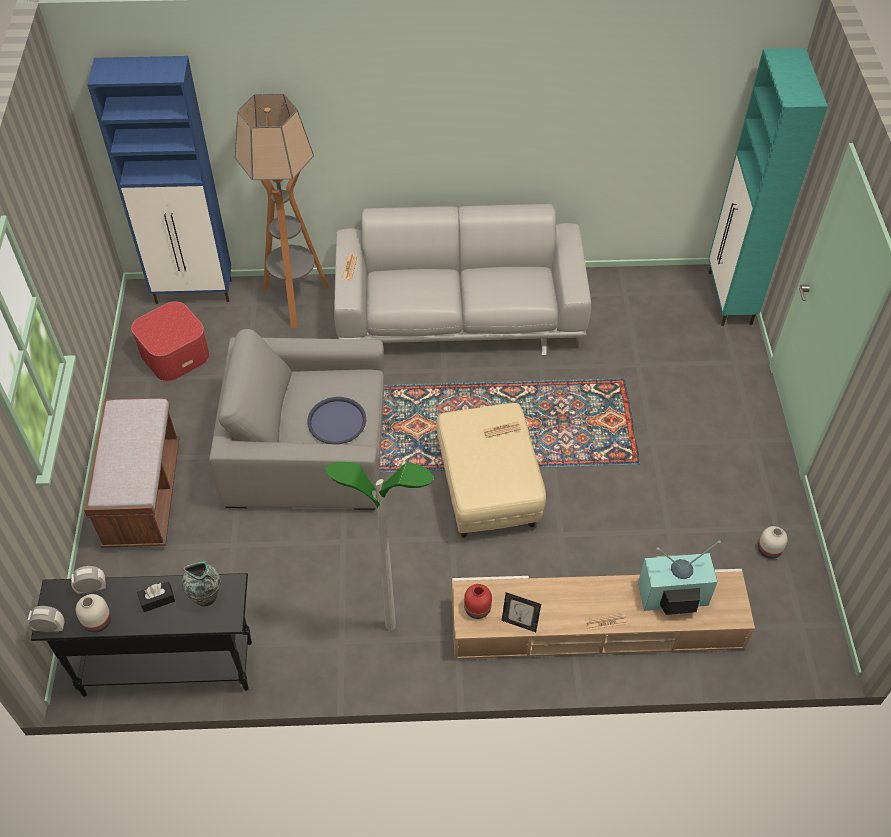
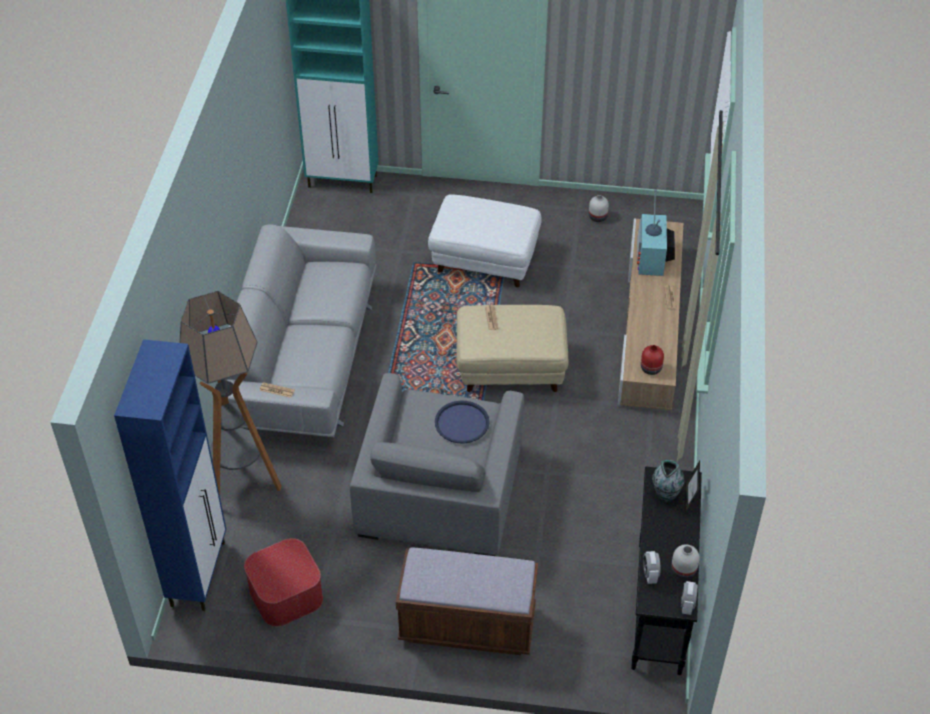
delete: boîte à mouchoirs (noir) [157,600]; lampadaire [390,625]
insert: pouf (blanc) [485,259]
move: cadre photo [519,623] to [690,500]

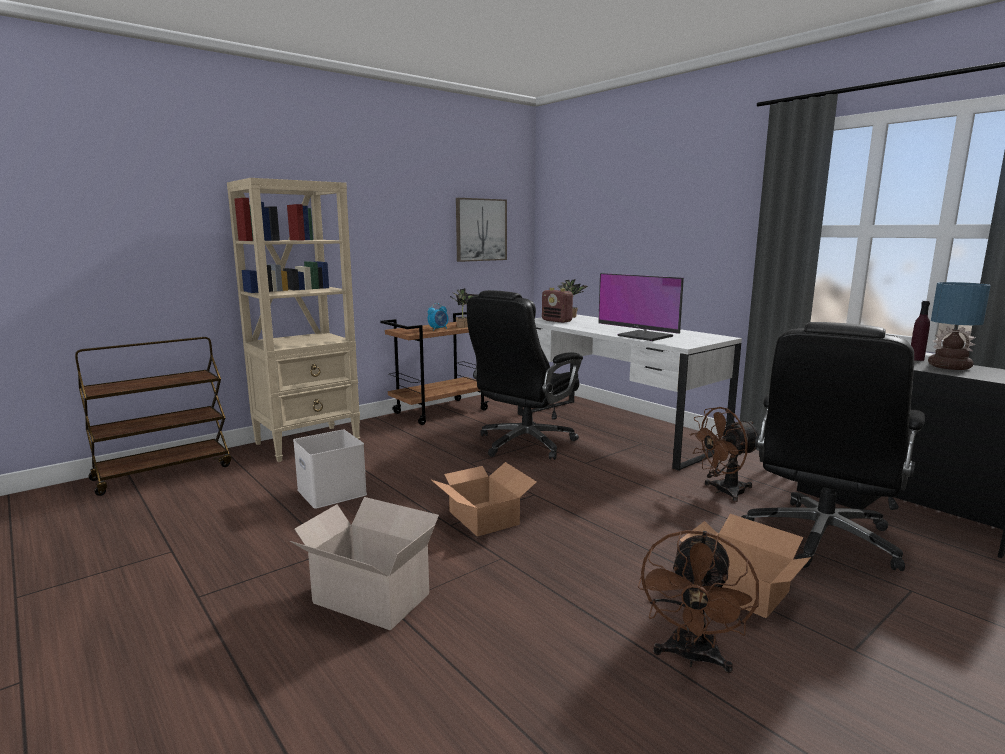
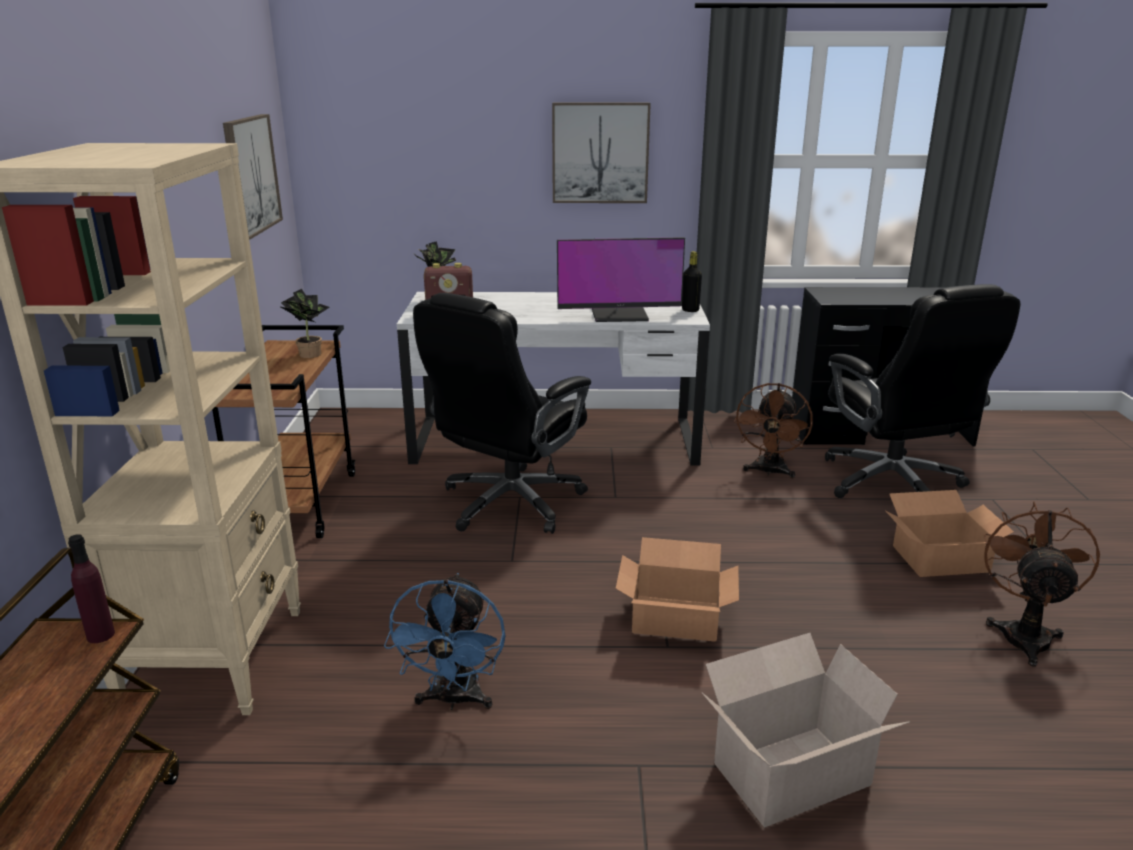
delete: réveil [438,329]; lampe de table [948,367]
insert: tableau [600,153]; bouteille (noir) [690,310]
move: bouteille (violet) [916,359] to [100,635]
replace: boîte de rangement (blanc) [333,492] to ventilateur (bleu) [454,700]
rotate: chaise de bureau (noir) [524,444] = [509,503] 45 degrees clockwise; ventilateur (marron) [692,658] = [1024,633] 135 degrees counterclockwise

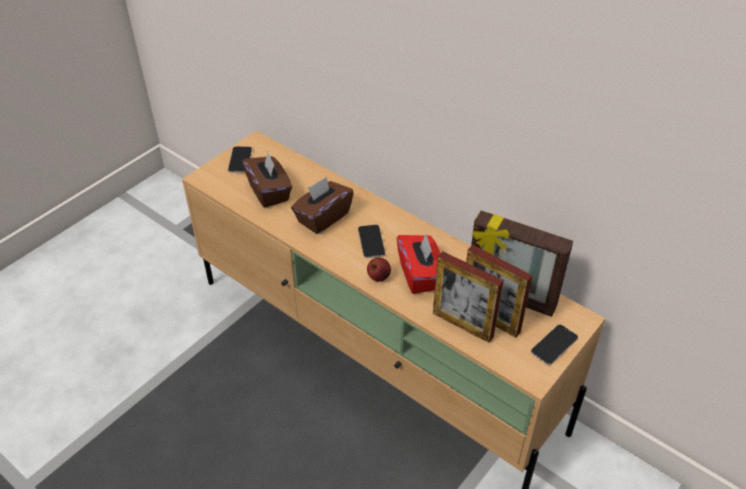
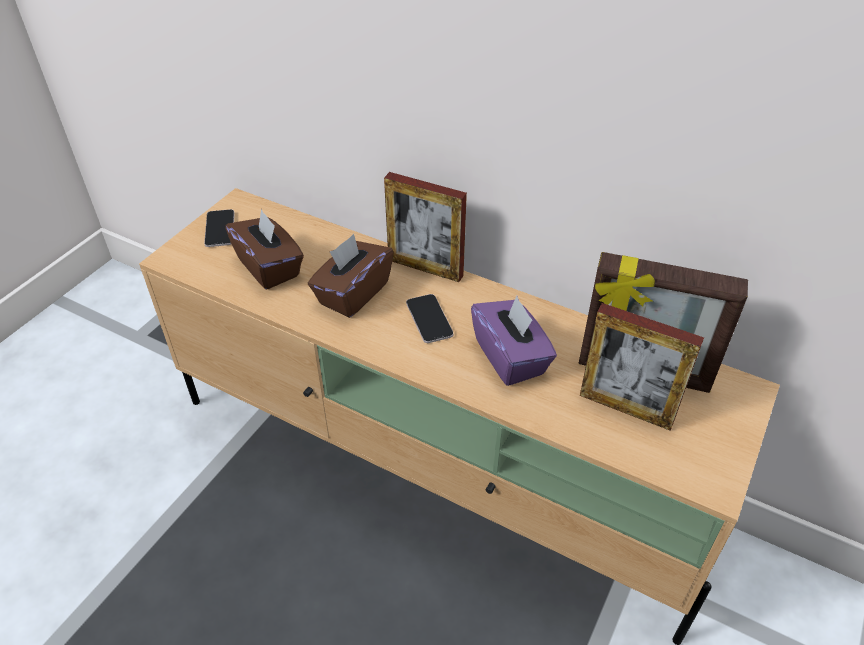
delete: pomme [378,277]; téléphone [554,345]
move: cadre photo [462,325] to [425,268]
recolor: boîte à mouchoirs (rouge) [420,275] to boîte à mouchoirs (violet) [510,357]

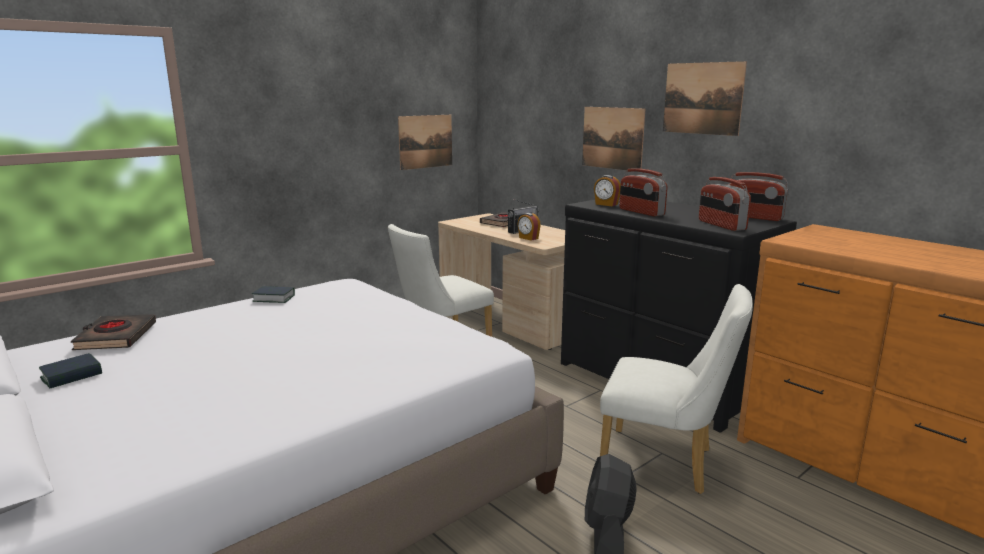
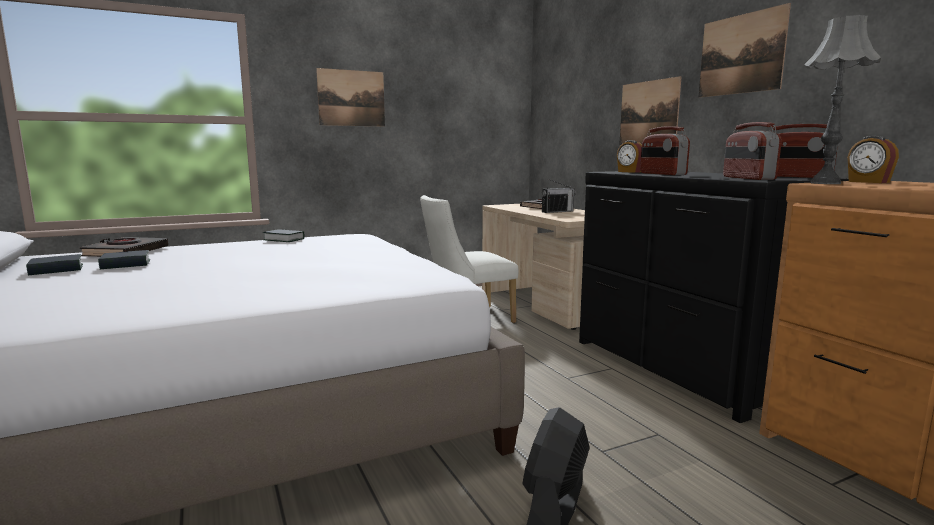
delete: chaise (blanc) [665,463]
insert: livre [126,264]; lampe de table (gris) [825,183]
move: tableau [425,141] to [351,98]; réveil [528,238] to [868,182]

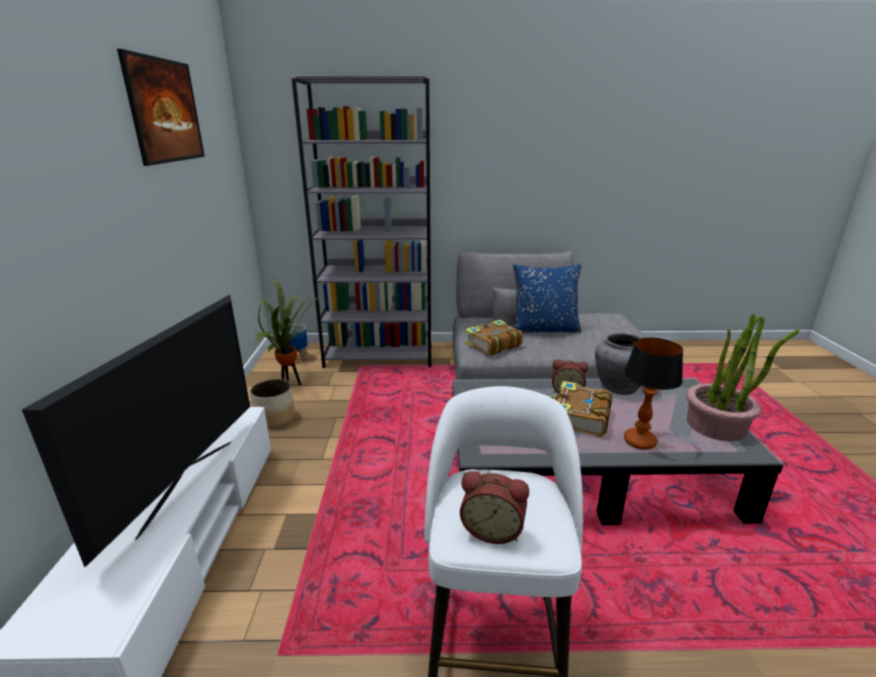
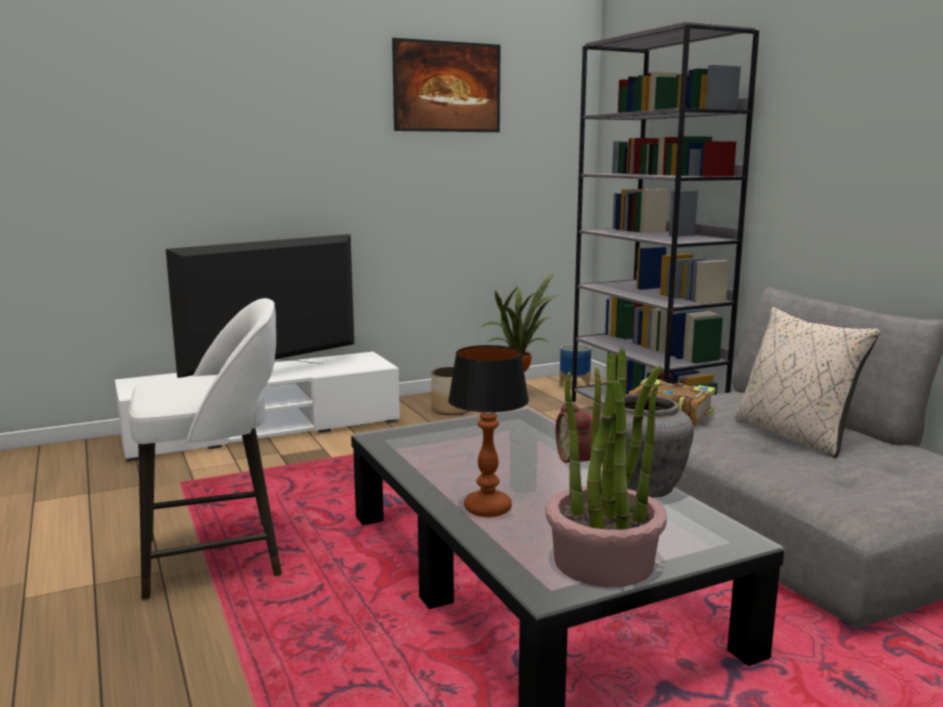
delete: réveil [493,529]; livre [578,418]
recolor: coussin (bleu) [545,329] to coussin (beige) [794,435]
rotate: téléviseur [187,484] = [274,375] 150 degrees clockwise

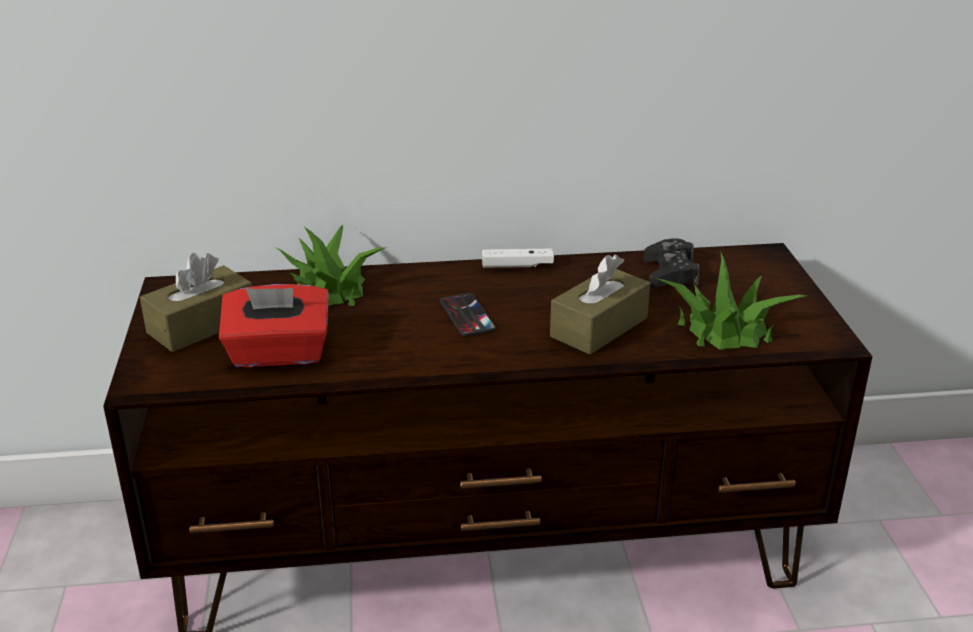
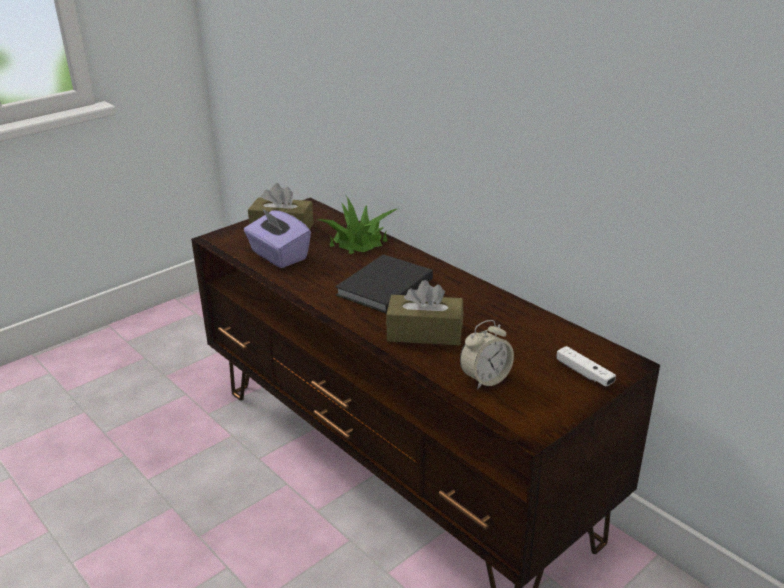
delete: manette (noir) [670,273]
move: manette (blanc) [517,265] to [584,373]
replace: téléphone [467,315] to livre (noir) [382,287]; plante en pot [724,329] to réveil [485,379]
recolor: boîte à mouchoirs (rouge) [278,354] to boîte à mouchoirs (violet) [278,256]

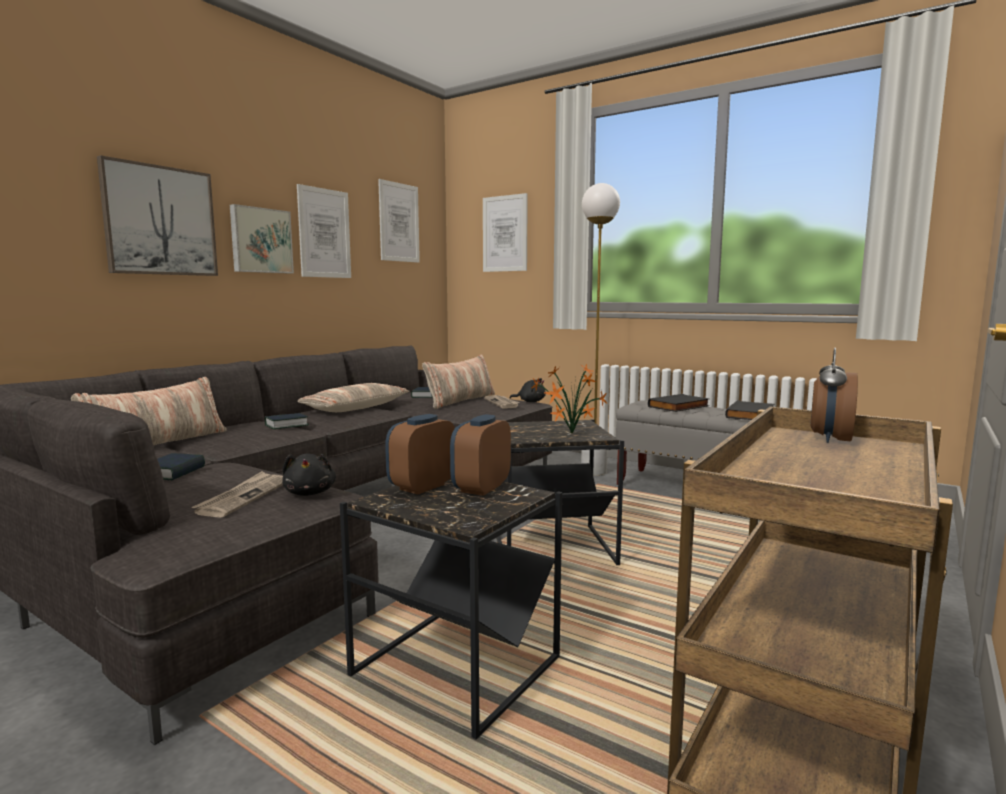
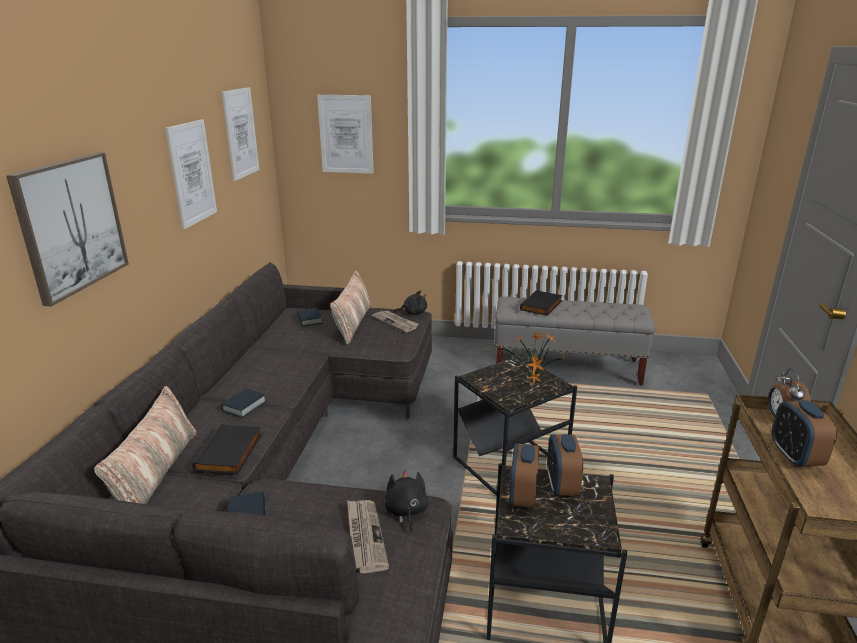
delete: tableau [260,240]; coussin [355,408]; lampadaire (blanc) [594,472]
insert: réveil [794,456]
move: livre (noir) [751,415] to [230,453]
rotate: peluche (noir) [310,493] = [406,512] 150 degrees counterclockwise

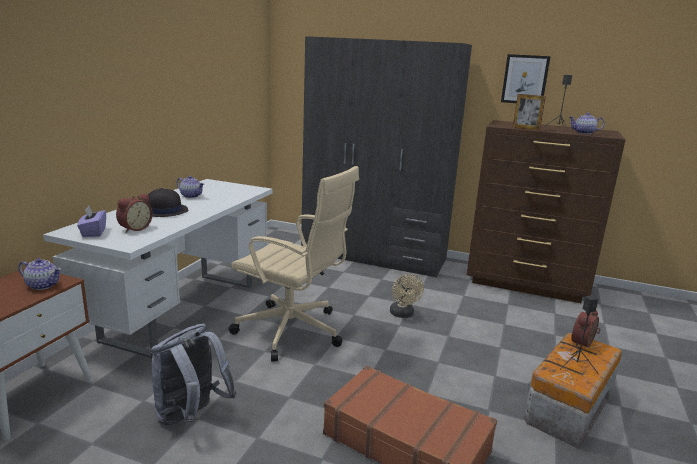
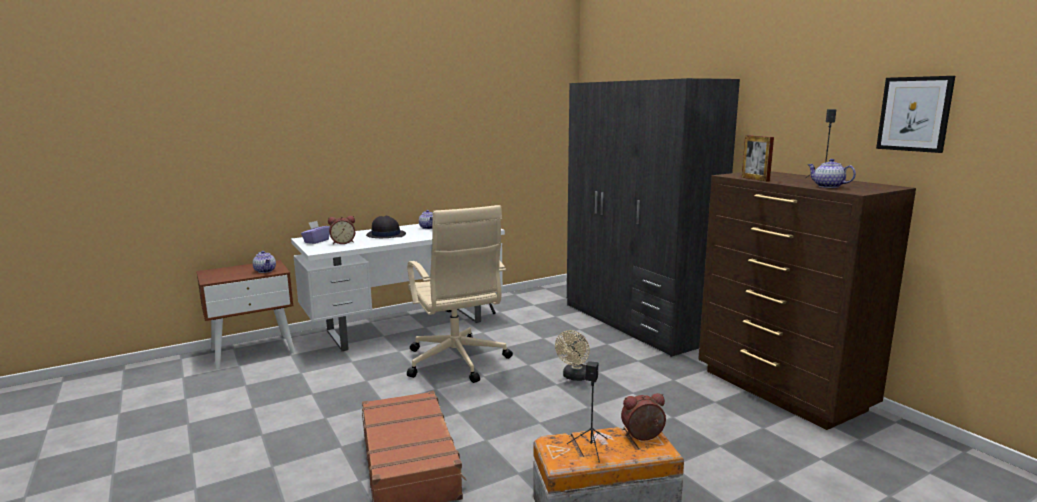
delete: sac à dos (gris) [191,416]
move: tableau [525,79] to [914,114]

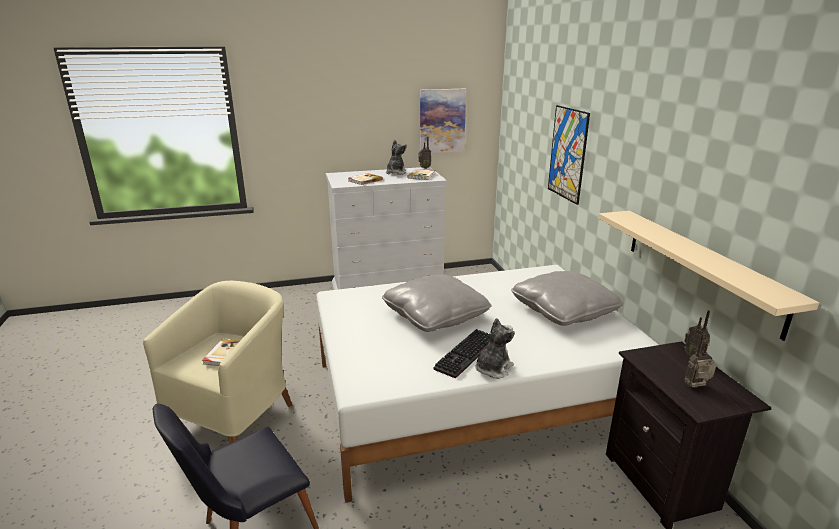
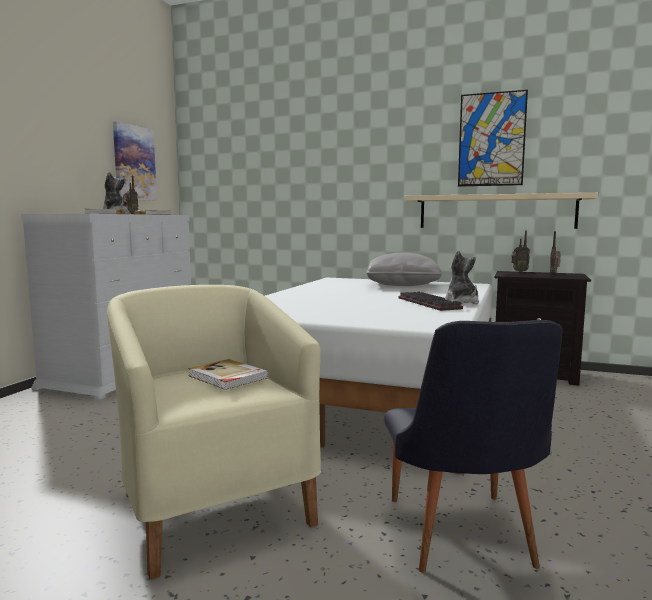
delete: coussin (gris) [435,316]
move: tableau [567,154] to [491,139]

